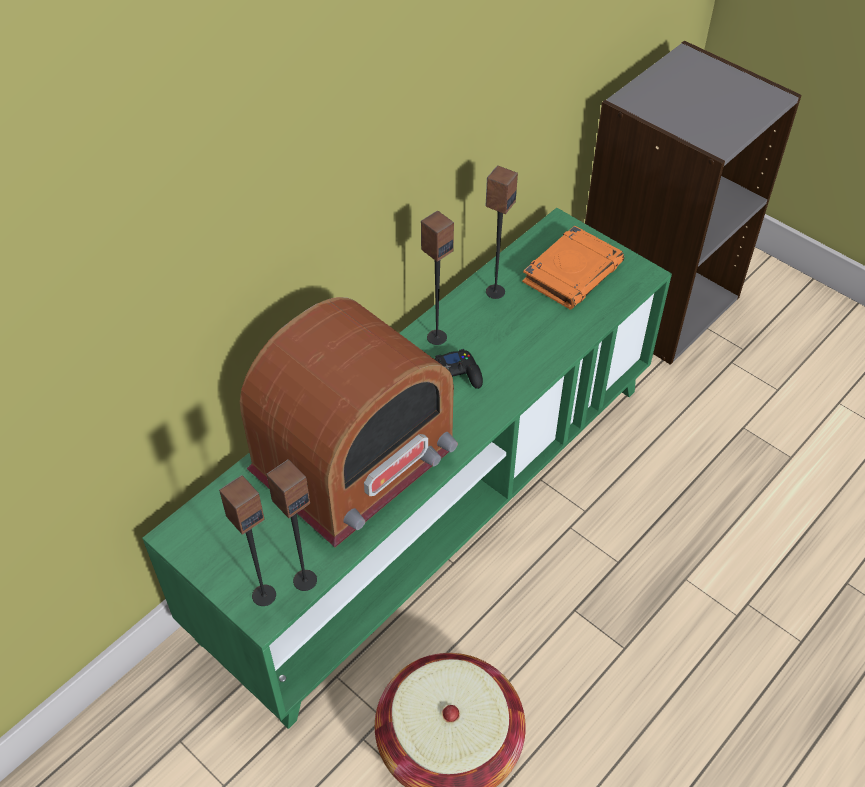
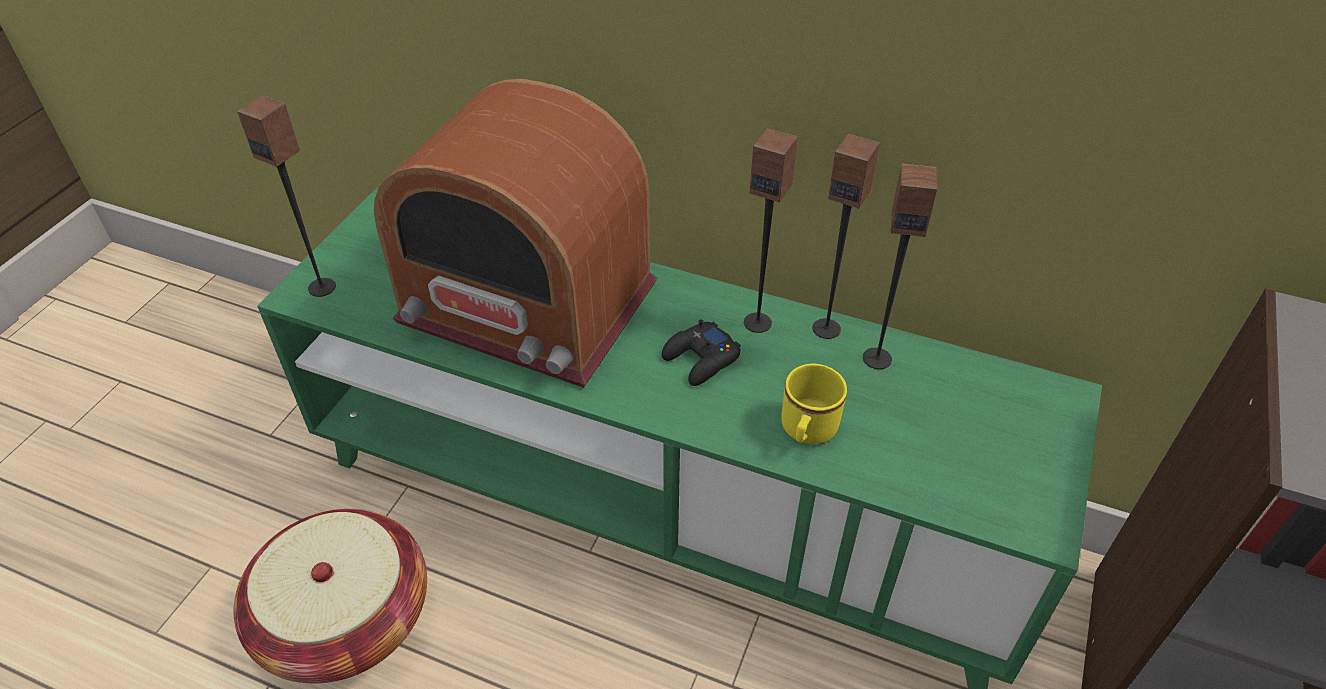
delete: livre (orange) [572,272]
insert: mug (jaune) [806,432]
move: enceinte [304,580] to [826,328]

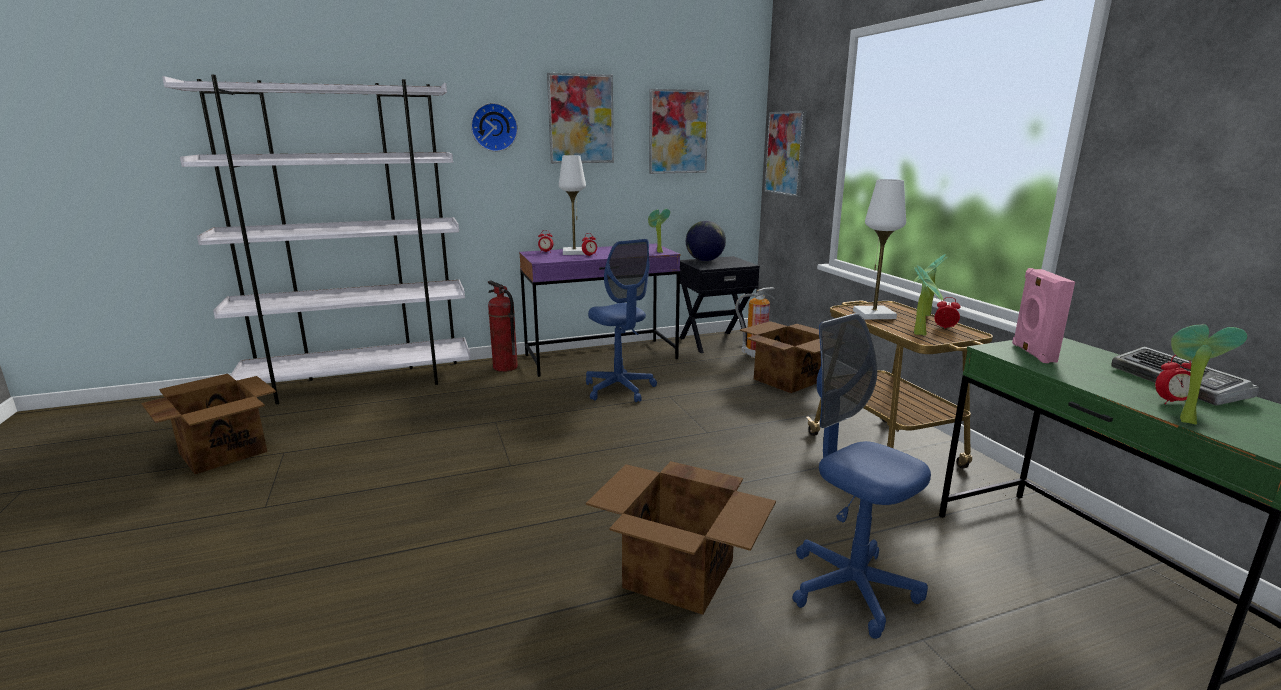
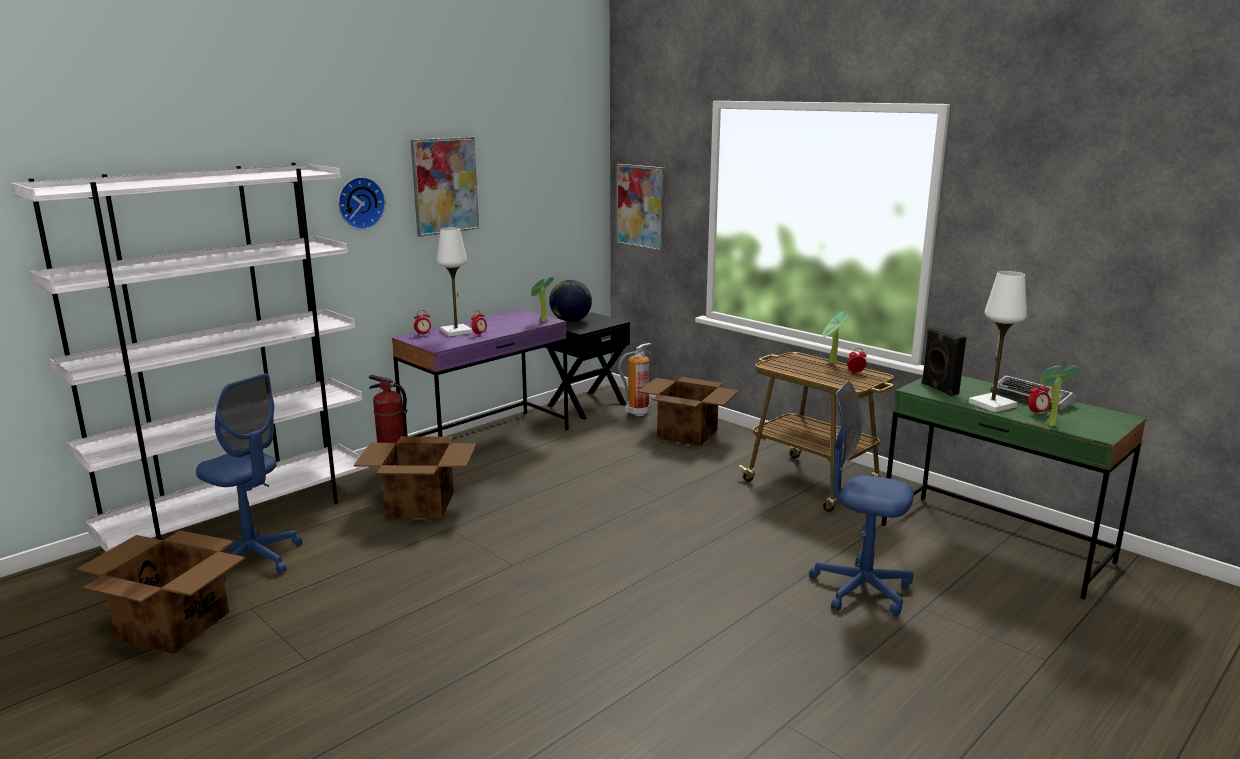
delete: tableau [678,132]; plante en pot [921,334]
move: chaise de bureau (bleu) [619,389] to [253,559]; carton [680,575] to [421,505]; lampe de table (blanc) [874,315] to [992,405]
recolor: enceinte (rose) [1032,353] to enceinte (noir) [938,389]

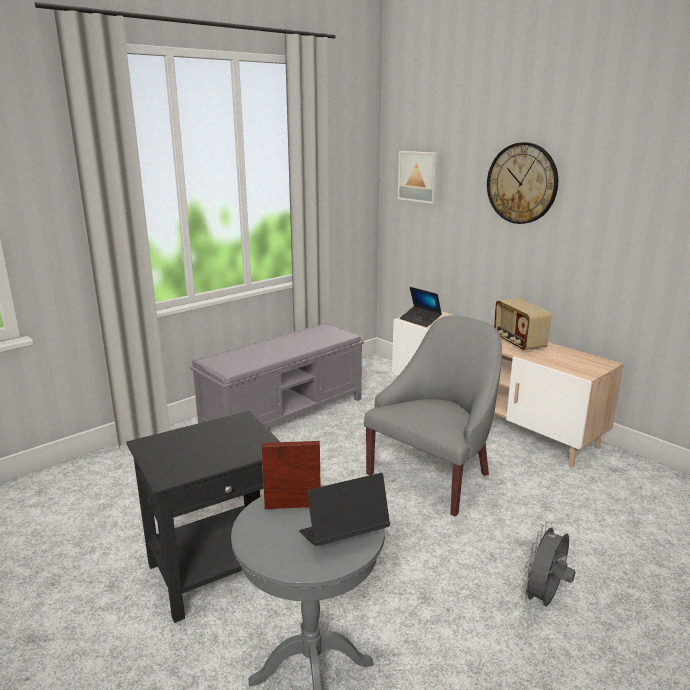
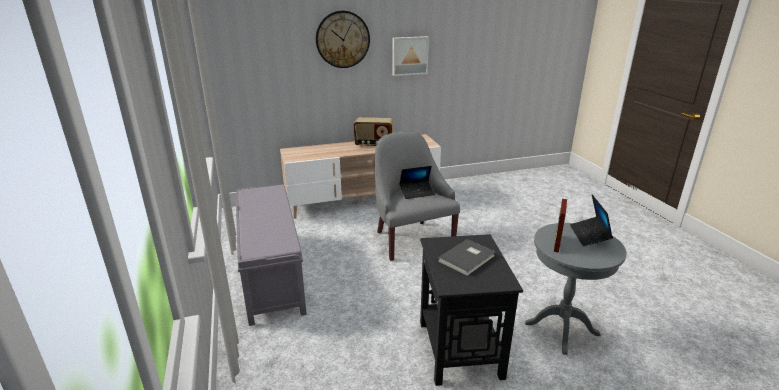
delete: ventilateur (gris) [544,599]
insert: livre (gris) [468,258]
move: tableau [419,176] to [409,55]; ordinateur portable [420,320] to [417,193]

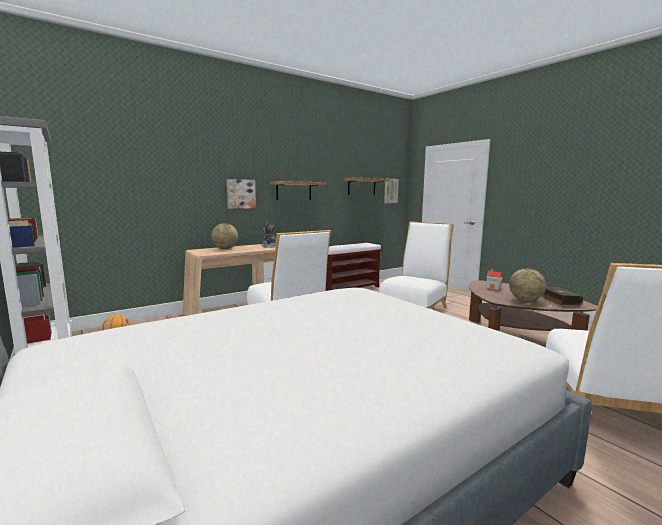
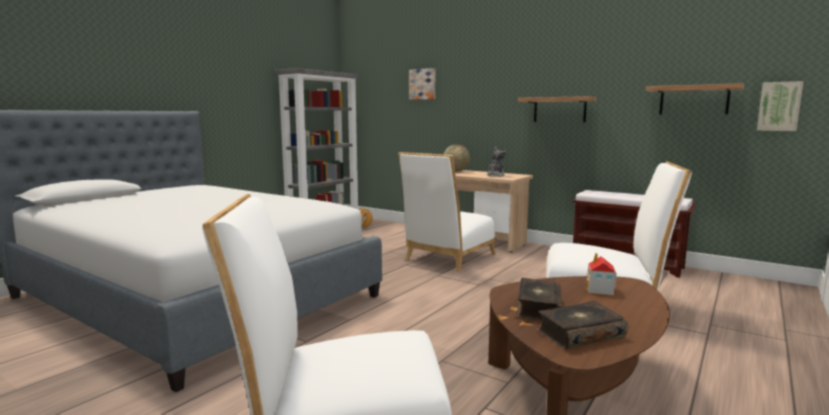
move: tableau [240,194] to [423,84]
replace: globe [525,300] to livre [538,308]

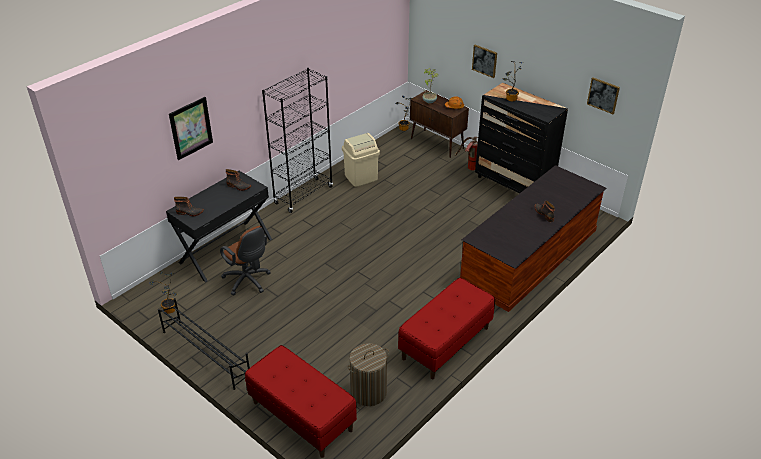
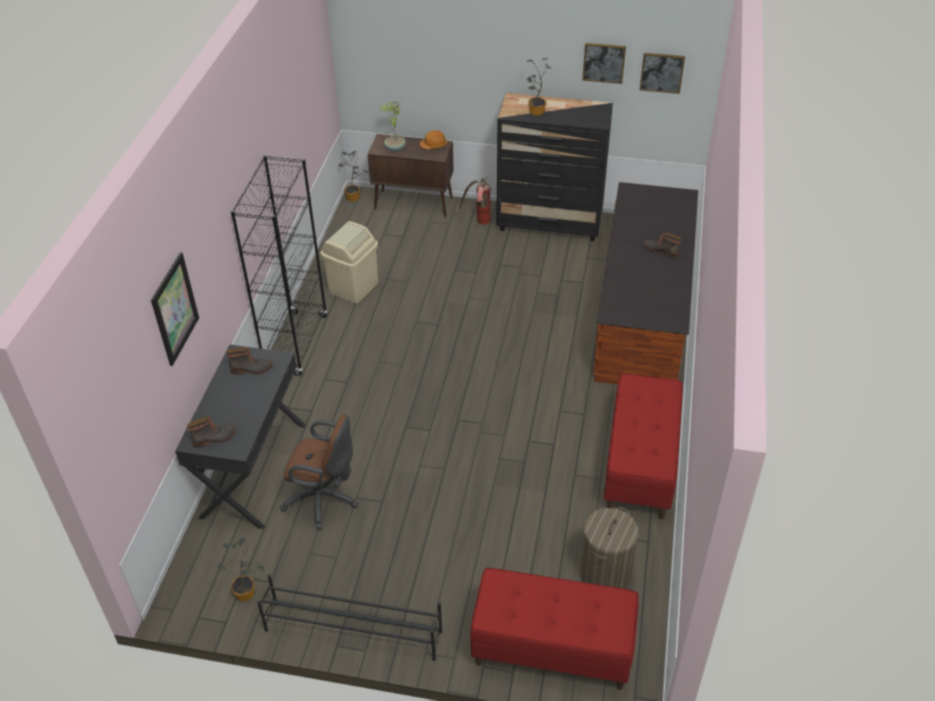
move: tableau [484,61] to [604,62]

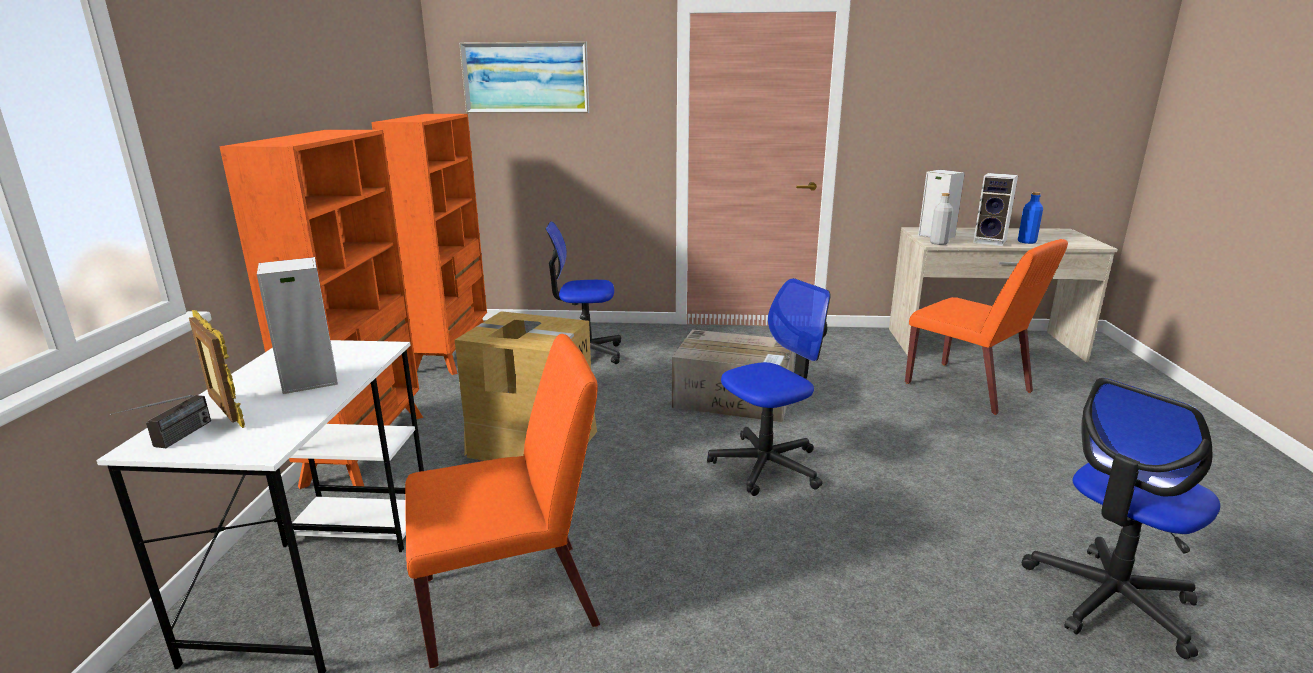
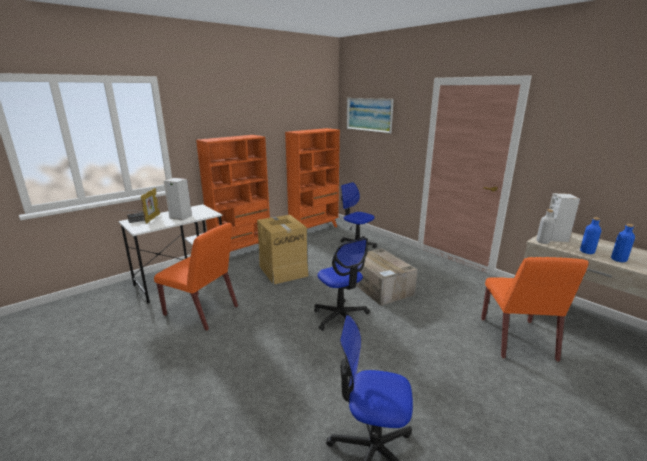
replace: enceinte [991,242] to bouteille (bleu) [587,252]
rotate: chaise de bureau [766,465] = [341,317] 45 degrees clockwise

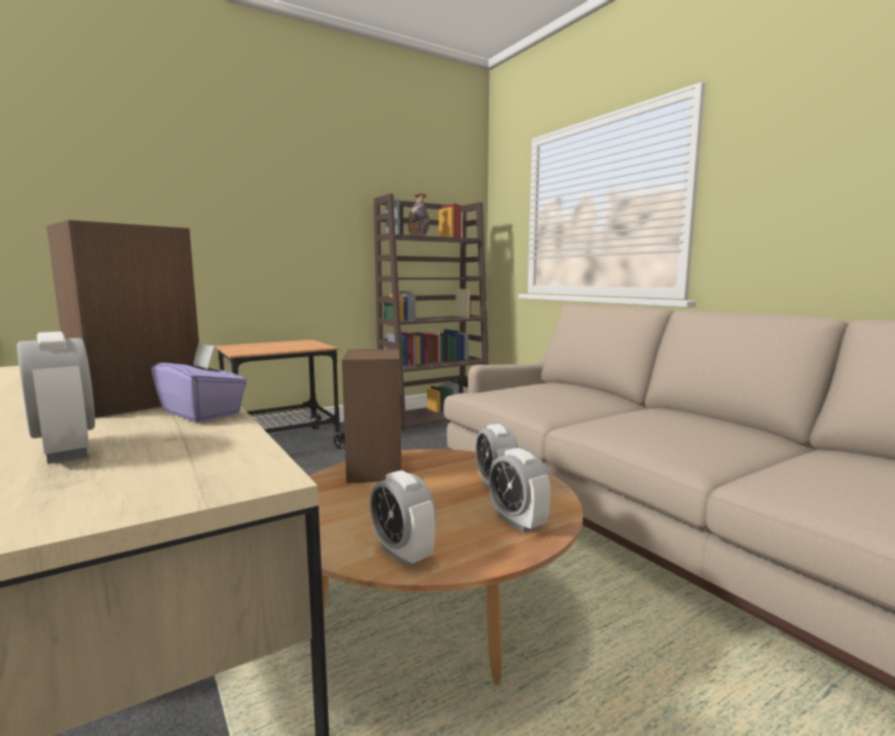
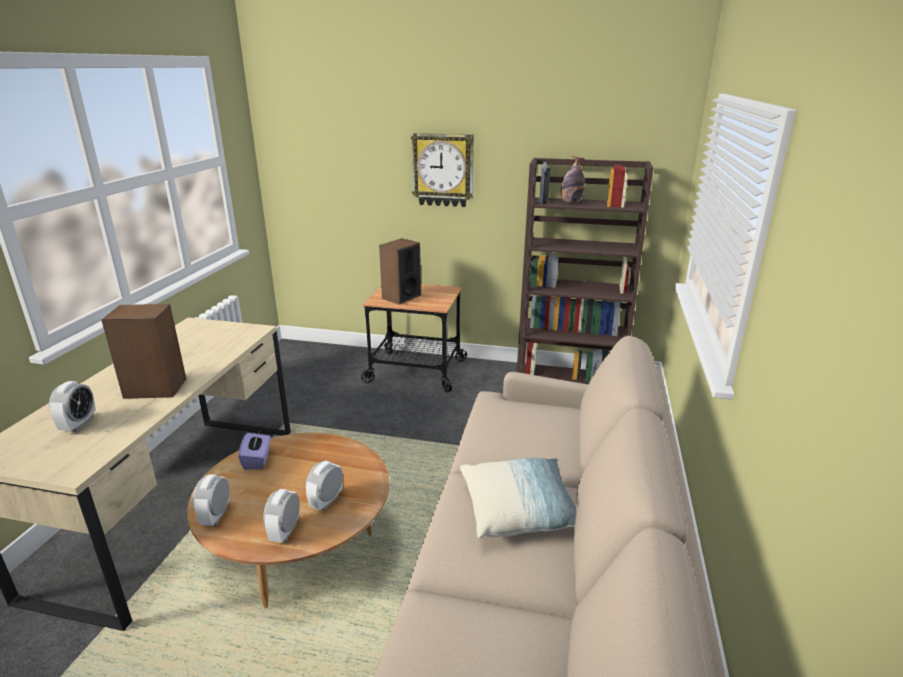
insert: horloge murale [443,170]; coussin [518,510]
move: boîte à mouchoirs (violet) [202,413] to [257,460]; enceinte [374,469] to [401,297]

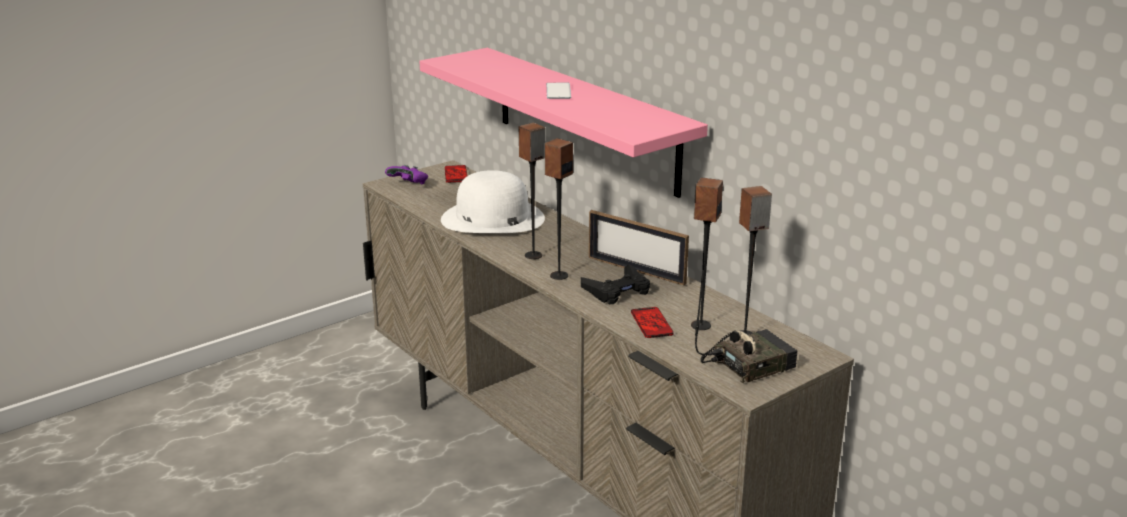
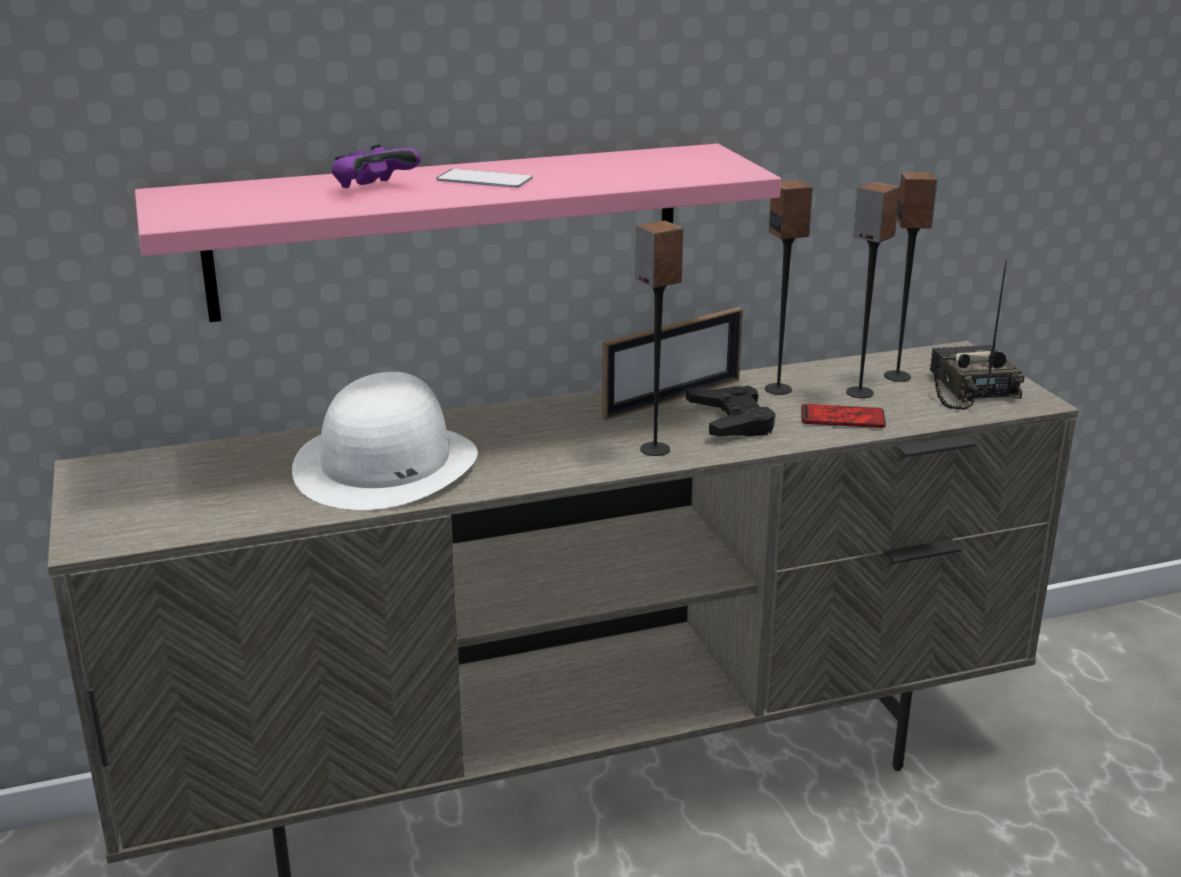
delete: téléphone [456,175]
move: manette (violet) [409,184] to [373,188]; enceinte [533,255] to [778,389]

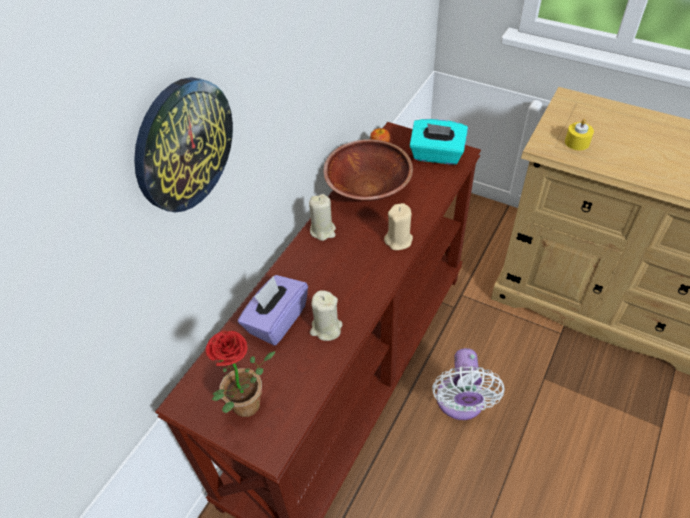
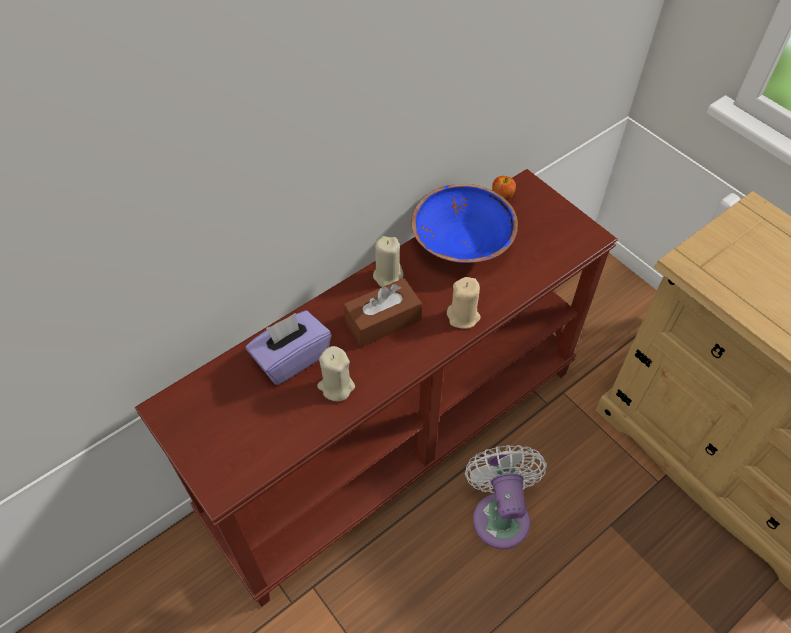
delete: horloge murale [183,145]; plante en pot [248,410]; boîte à mouchoirs (turquoise) [436,155]; bougie (jaune) [577,142]
insert: boîte à mouchoirs (marron) [383,321]
recolor: bol (marron) [368,188] to bol (bleu) [462,242]
rotate: ventilateur (blanc) [460,403] = [500,514] 150 degrees clockwise

